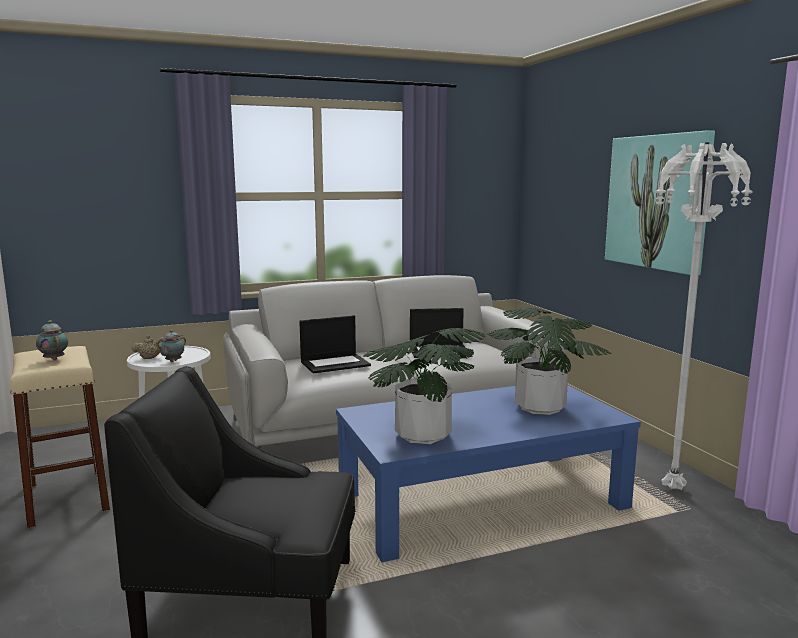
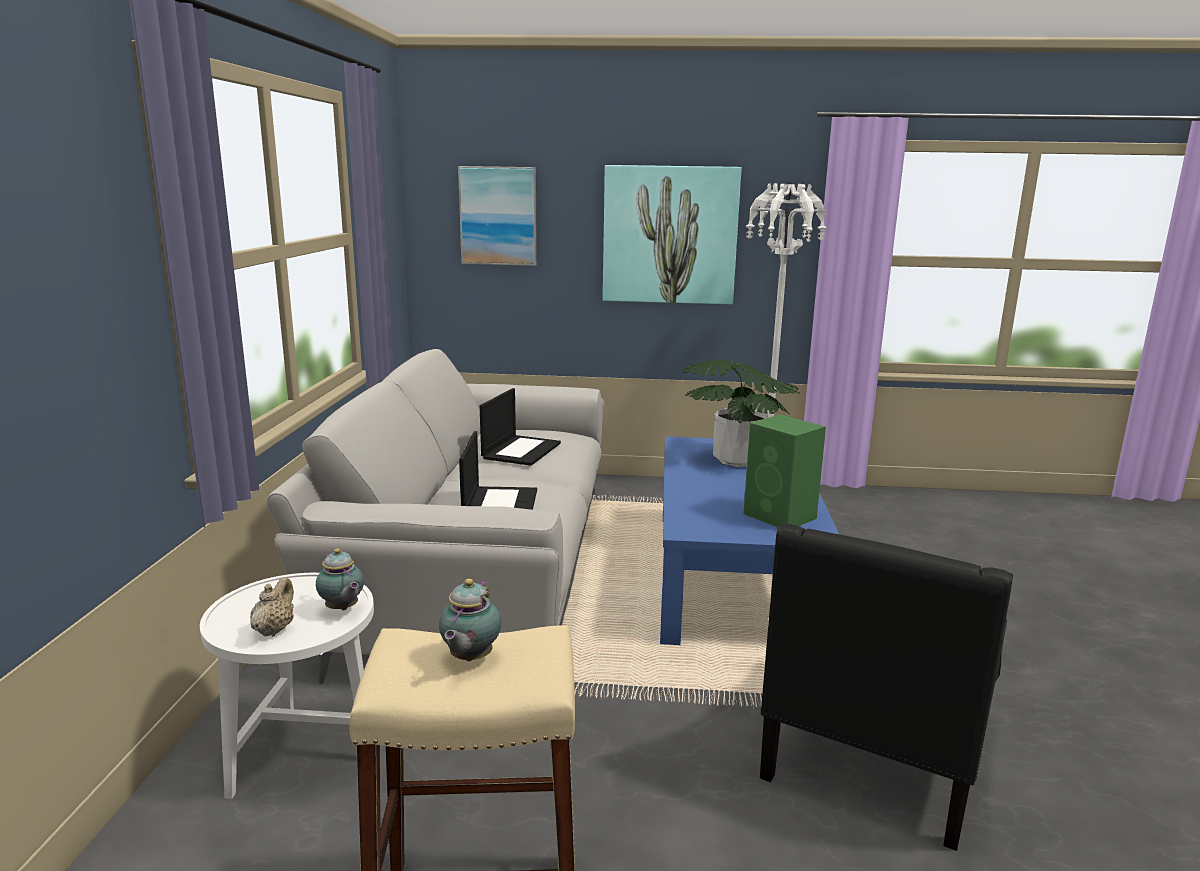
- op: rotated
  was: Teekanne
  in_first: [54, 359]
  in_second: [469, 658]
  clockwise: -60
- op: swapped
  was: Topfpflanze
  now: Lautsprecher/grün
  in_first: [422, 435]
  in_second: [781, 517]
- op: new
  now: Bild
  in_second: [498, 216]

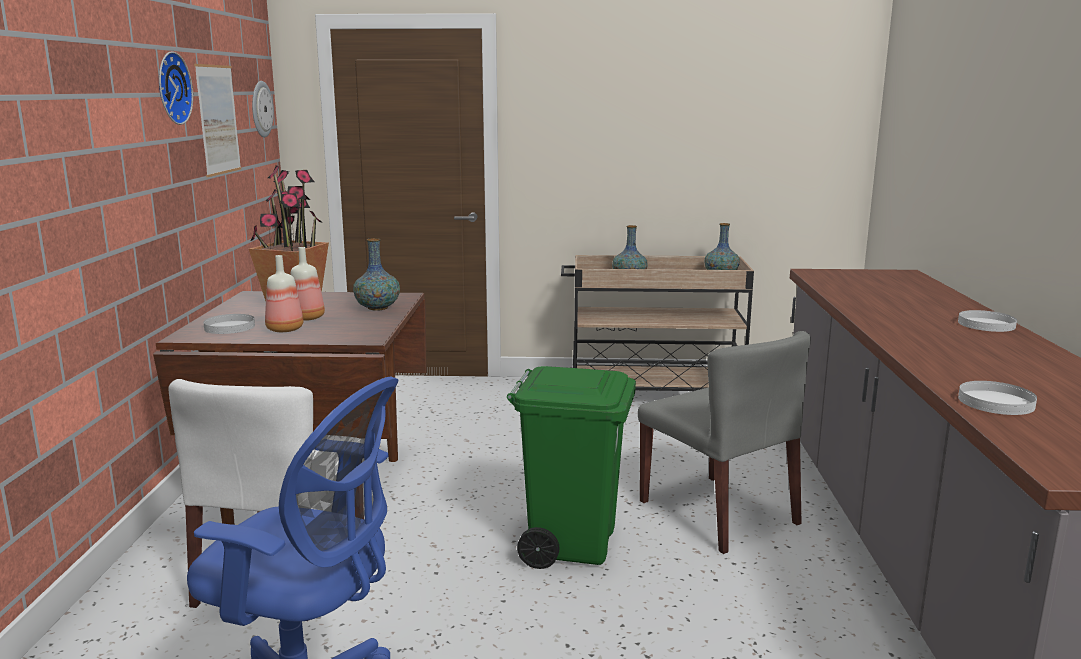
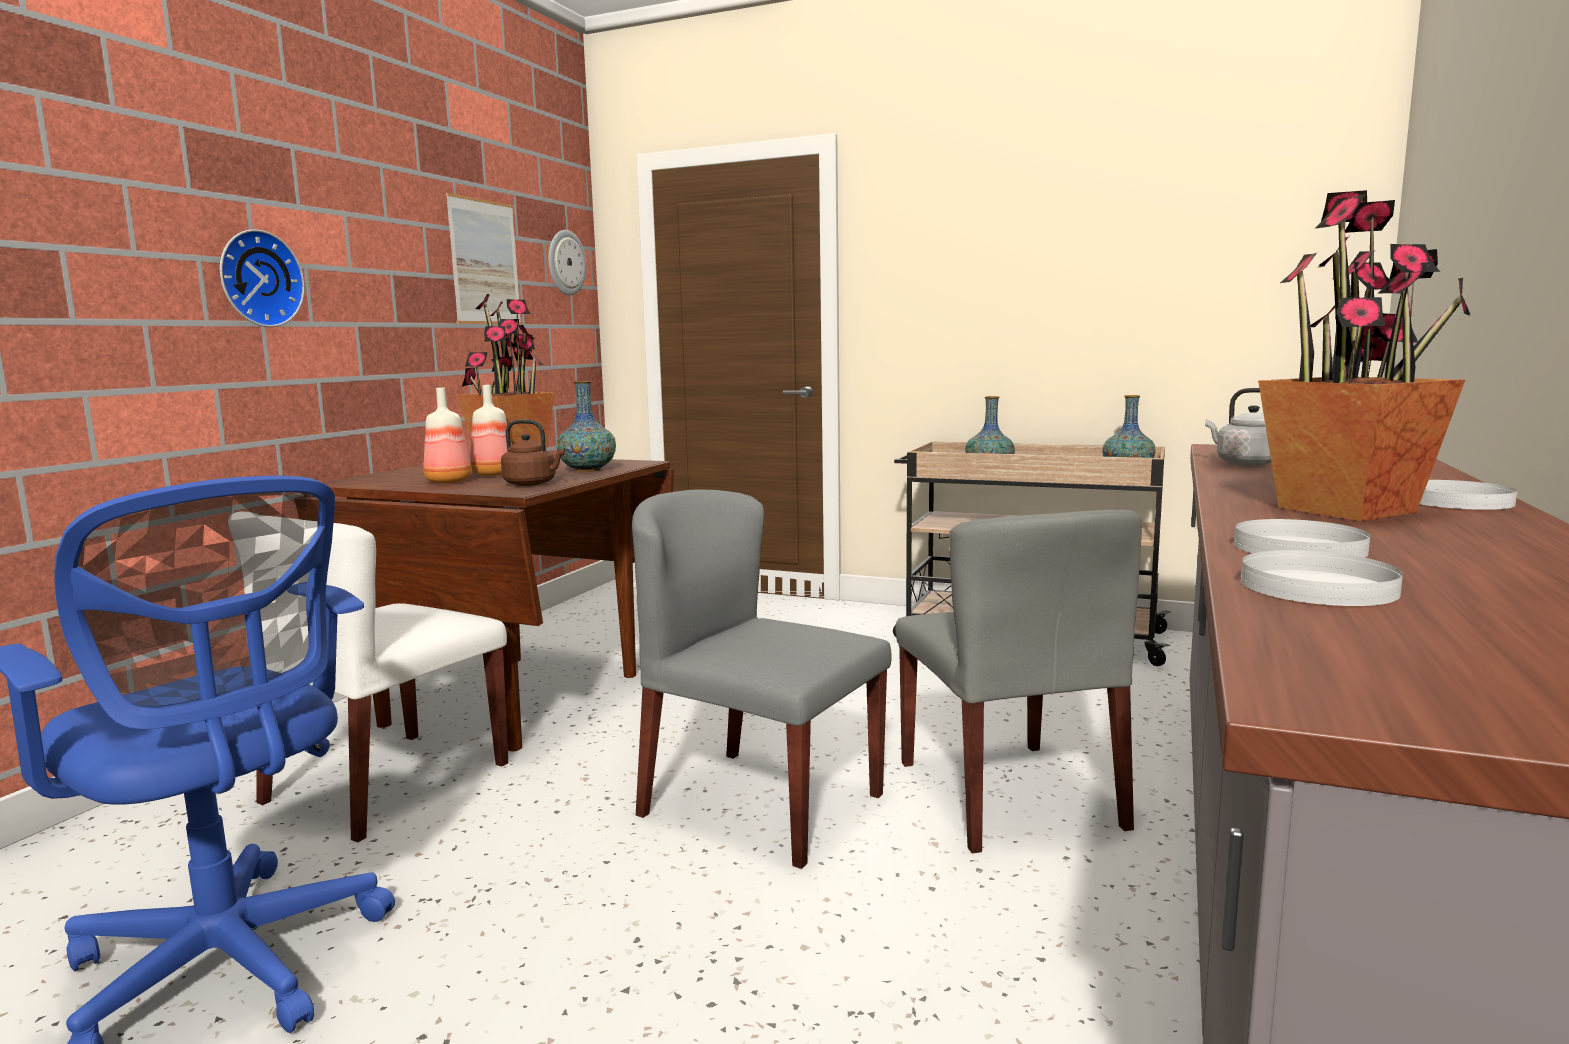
- op: shifted
  was: Wanduhr
  in_first: [170, 88]
  in_second: [258, 279]
- op: shifted
  was: Teller/weiß
  in_first: [229, 327]
  in_second: [1298, 548]
- op: swapped
  was: Mülleimer/grün
  now: Stuhl/grau
  in_first: [571, 544]
  in_second: [759, 804]
- op: new
  now: Wasserkessel/braun
  in_second: [532, 484]
- op: new
  now: Wasserkessel/grau
  in_second: [1244, 463]
- op: new
  now: Topfpflanze
  in_second: [1348, 510]

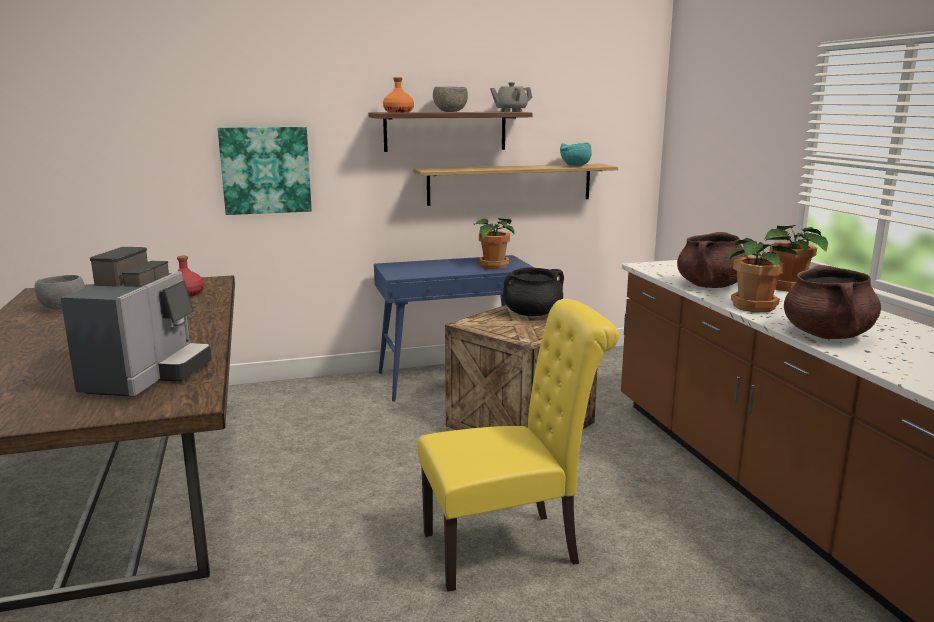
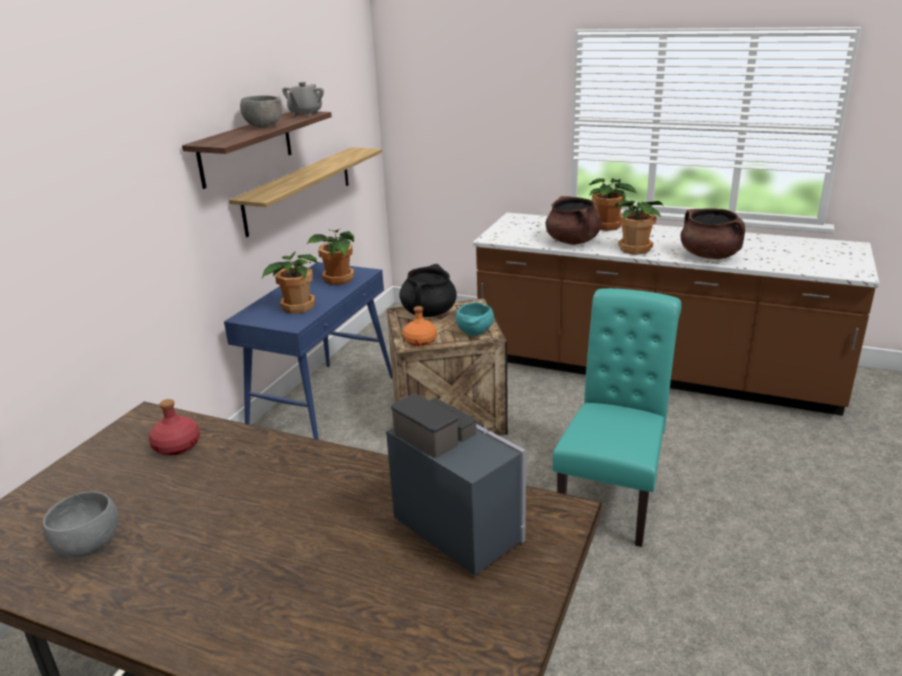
- op: gone
  was: Bild
  in_first: [266, 170]
- op: shifted
  was: Flasche/orange
  in_first: [398, 112]
  in_second: [420, 341]
- op: repainted
  was: Stuhl/gelb
  now: Stuhl/türkis
  in_first: [510, 547]
  in_second: [612, 496]
- op: shifted
  was: Schüssel/türkis
  in_first: [575, 166]
  in_second: [475, 333]
- op: new
  now: Topfpflanze
  in_second: [297, 307]

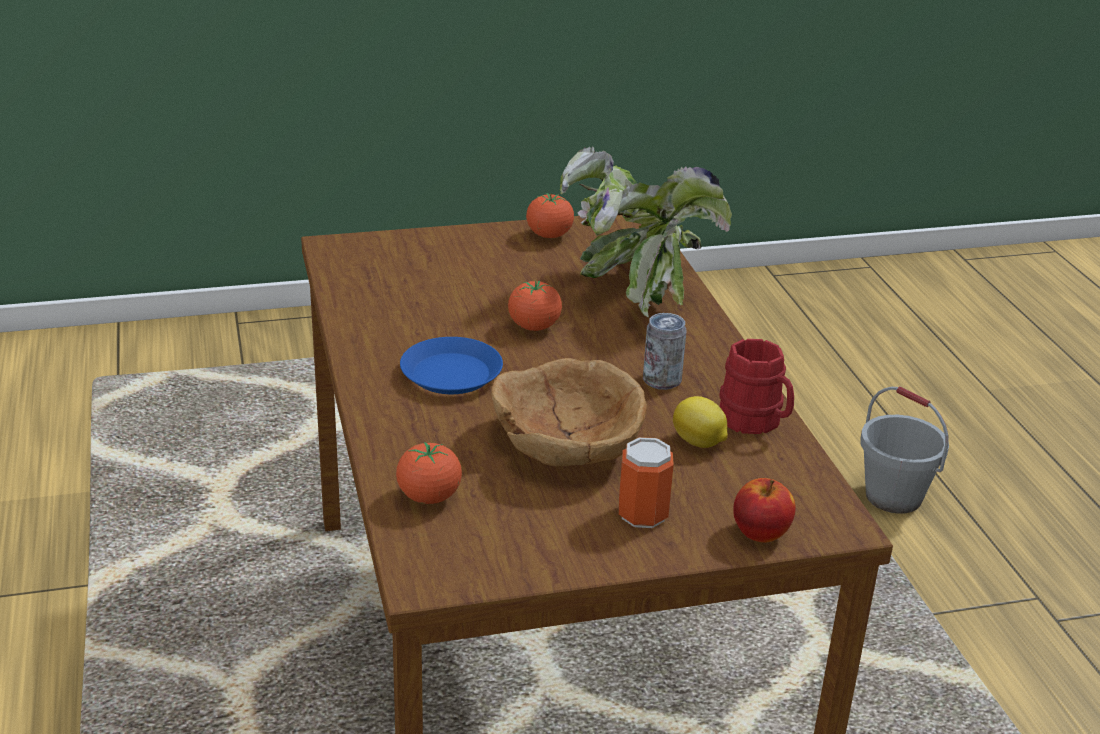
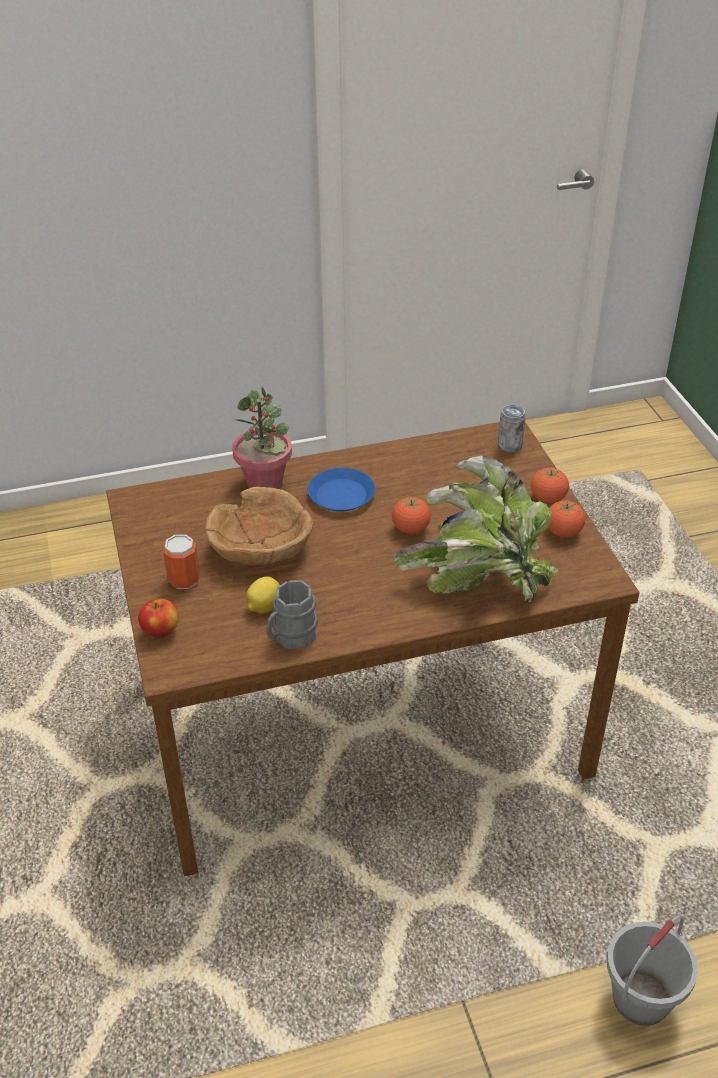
- op: shifted
  was: Tomate
  in_first: [429, 497]
  in_second: [548, 499]
- op: shifted
  was: Dose
  in_first: [661, 380]
  in_second: [510, 446]
- op: repainted
  was: Henkelbecher/rot
  now: Henkelbecher/grau
  in_first: [755, 422]
  in_second: [291, 637]
- op: new
  now: Topfpflanze
  in_second: [265, 483]

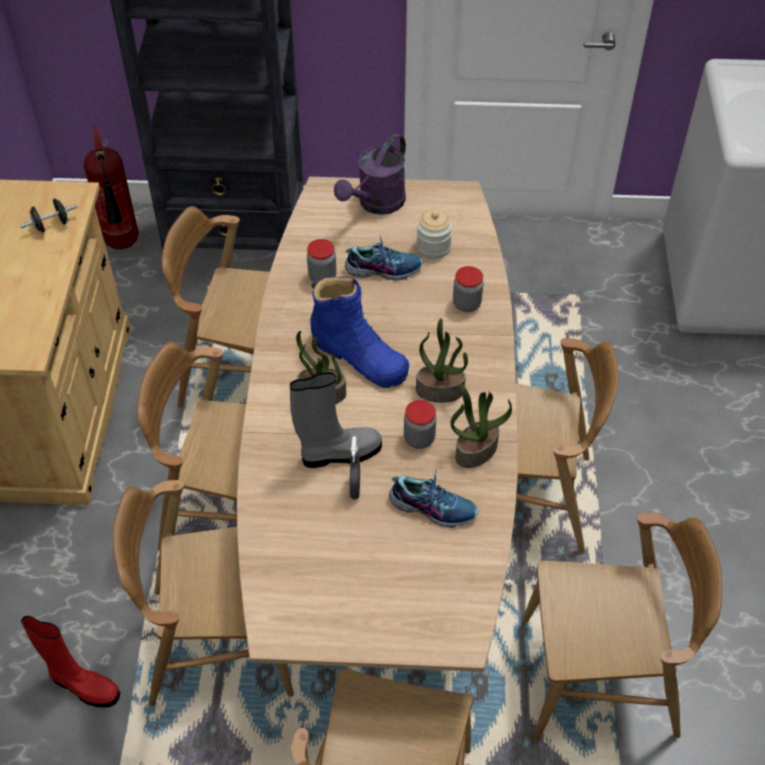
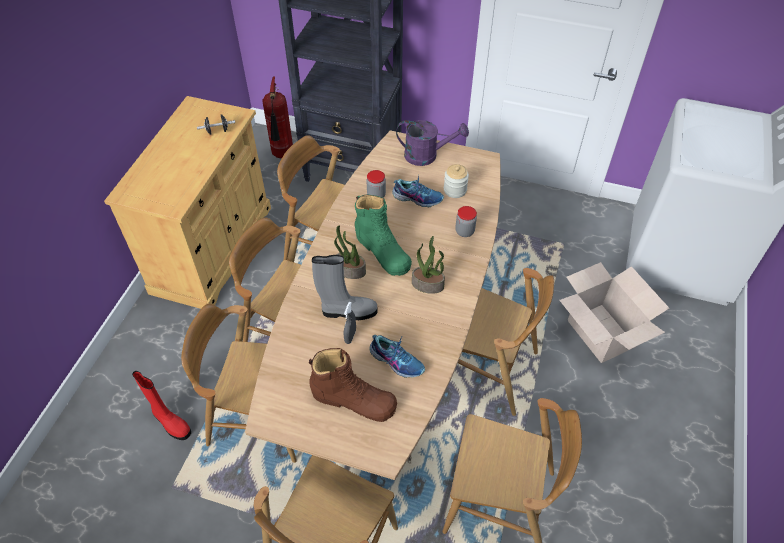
- op: repainted
  was: Stiefel/blau
  now: Stiefel/grün
  in_first: [359, 356]
  in_second: [382, 251]
- op: rotated
  was: Gießkanne/lila
  in_first: [376, 204]
  in_second: [427, 155]
  clockwise: -135
- op: gone
  was: Vorratsglas
  in_first: [419, 438]
- op: gone
  was: Topfpflanze
  in_first: [476, 450]
- op: new
  now: Stiefel/braun
  in_second: [354, 400]
- op: new
  now: Karton
  in_second: [602, 333]

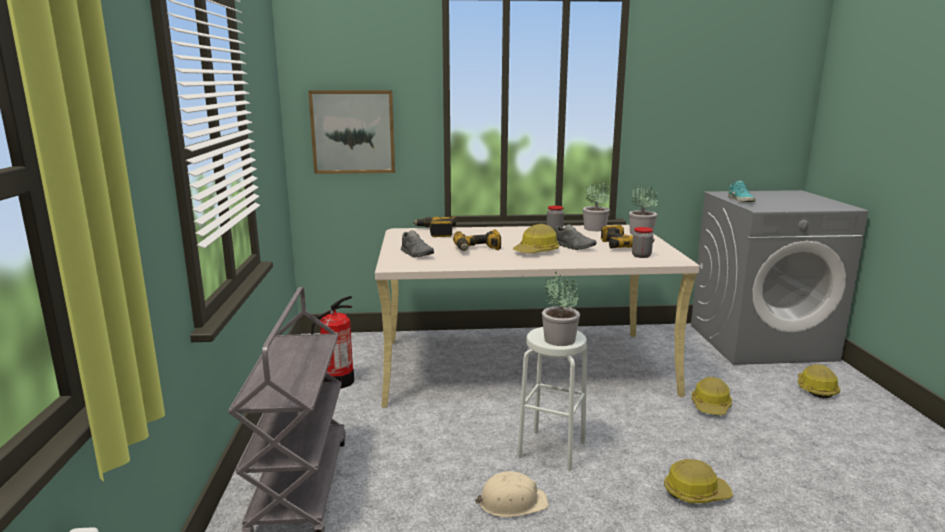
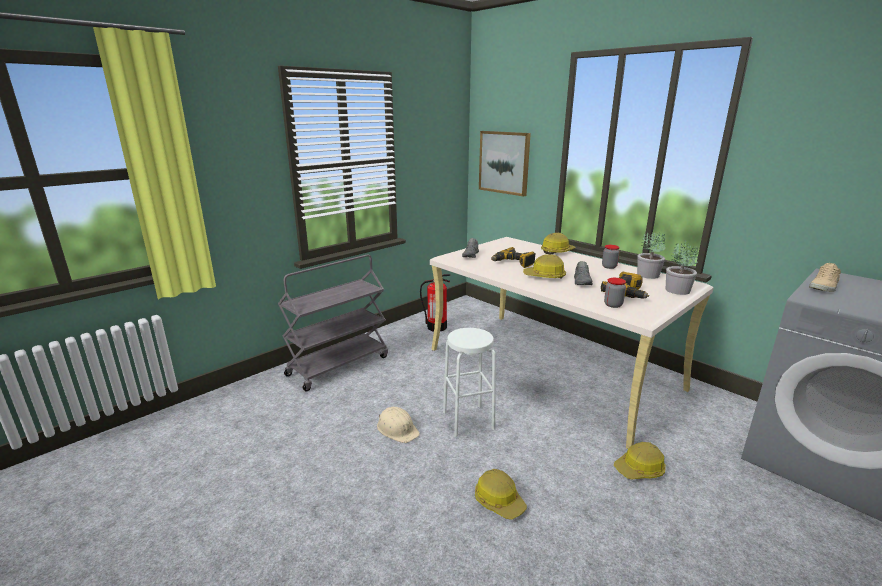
- op: gone
  was: Bohrmaschine
  in_first: [436, 232]
- op: gone
  was: Topfpflanze
  in_first: [558, 339]
- op: repainted
  was: Schuh/türkis
  now: Schuh/beige
  in_first: [741, 200]
  in_second: [824, 287]
- op: shifted
  was: Schutzhelm
  in_first: [815, 388]
  in_second: [557, 251]

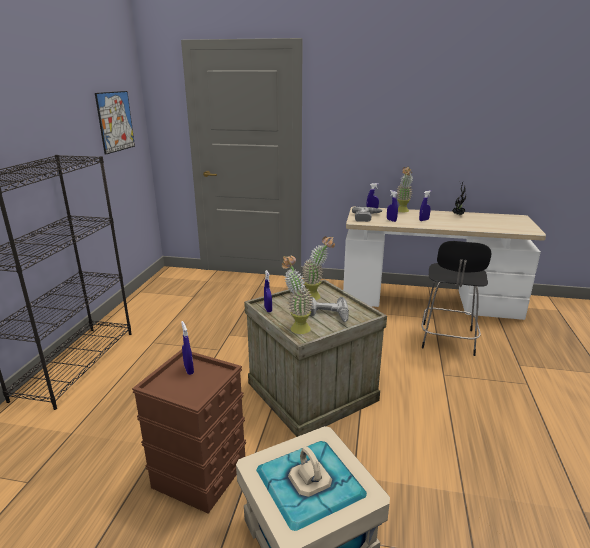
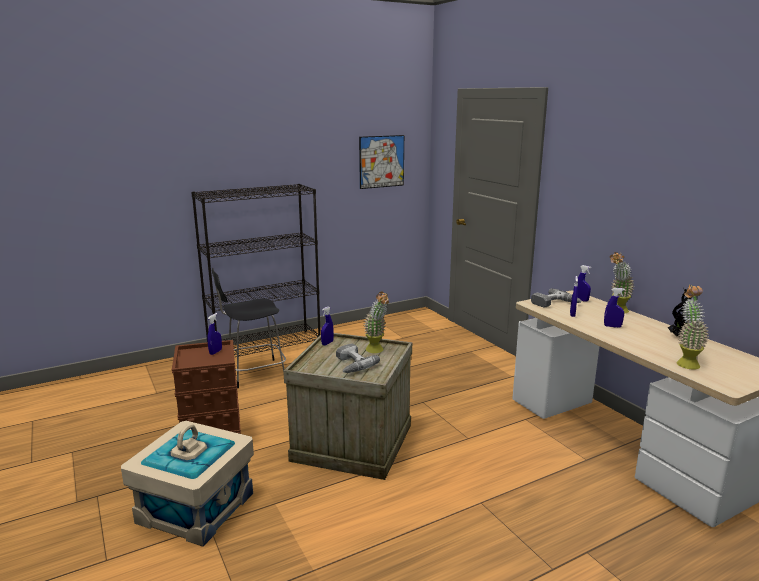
- op: shifted
  was: Topfpflanze
  in_first: [296, 327]
  in_second: [685, 362]
- op: shifted
  was: Stuhl/schwarz
  in_first: [447, 340]
  in_second: [254, 373]

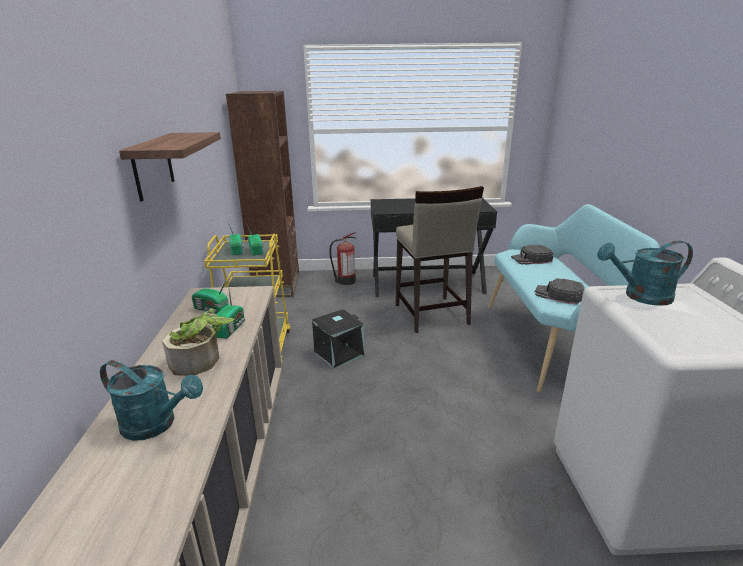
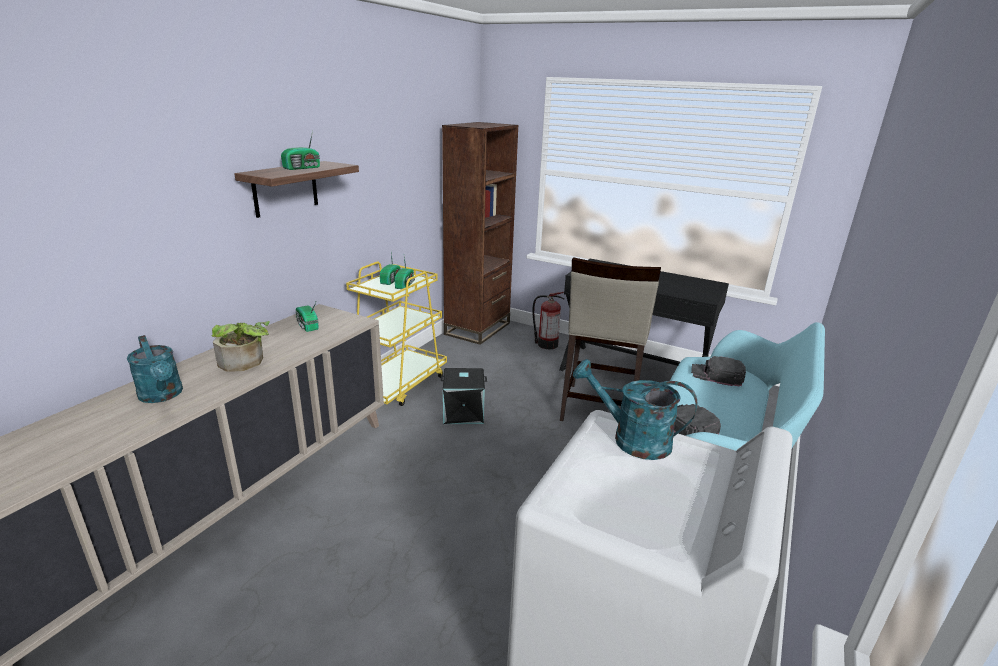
- op: shifted
  was: Radio
  in_first: [231, 328]
  in_second: [303, 168]

